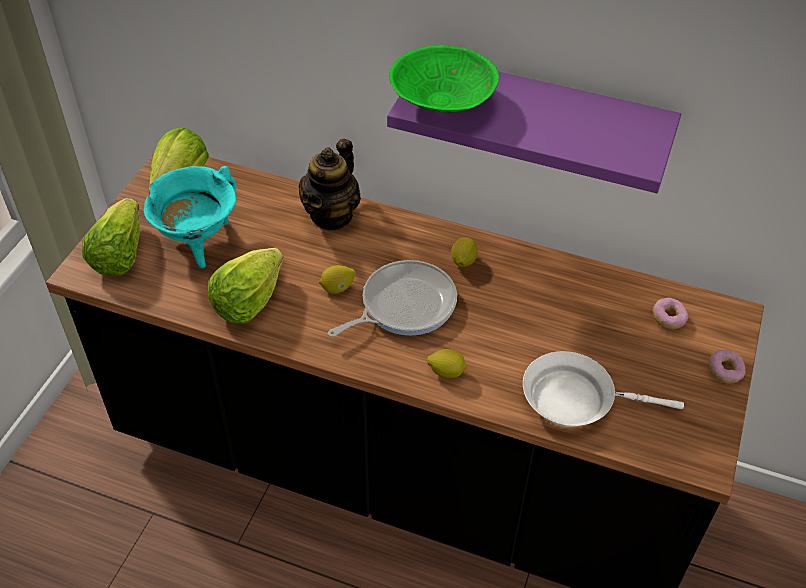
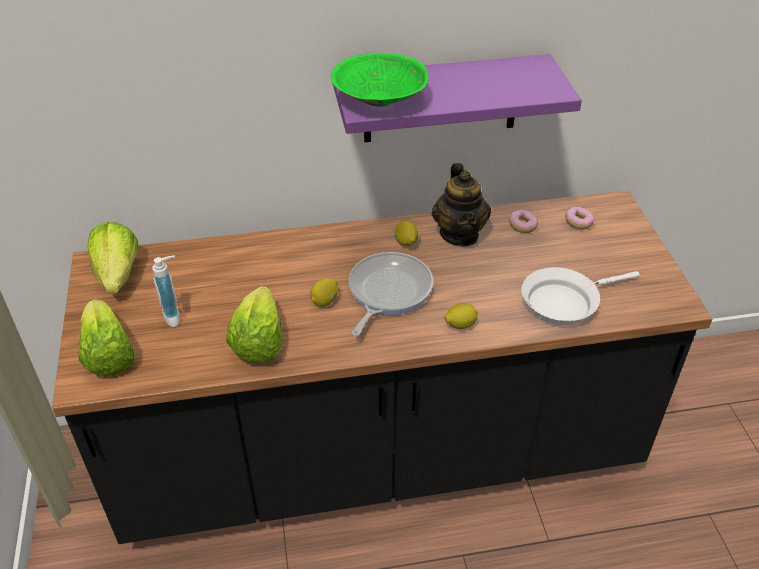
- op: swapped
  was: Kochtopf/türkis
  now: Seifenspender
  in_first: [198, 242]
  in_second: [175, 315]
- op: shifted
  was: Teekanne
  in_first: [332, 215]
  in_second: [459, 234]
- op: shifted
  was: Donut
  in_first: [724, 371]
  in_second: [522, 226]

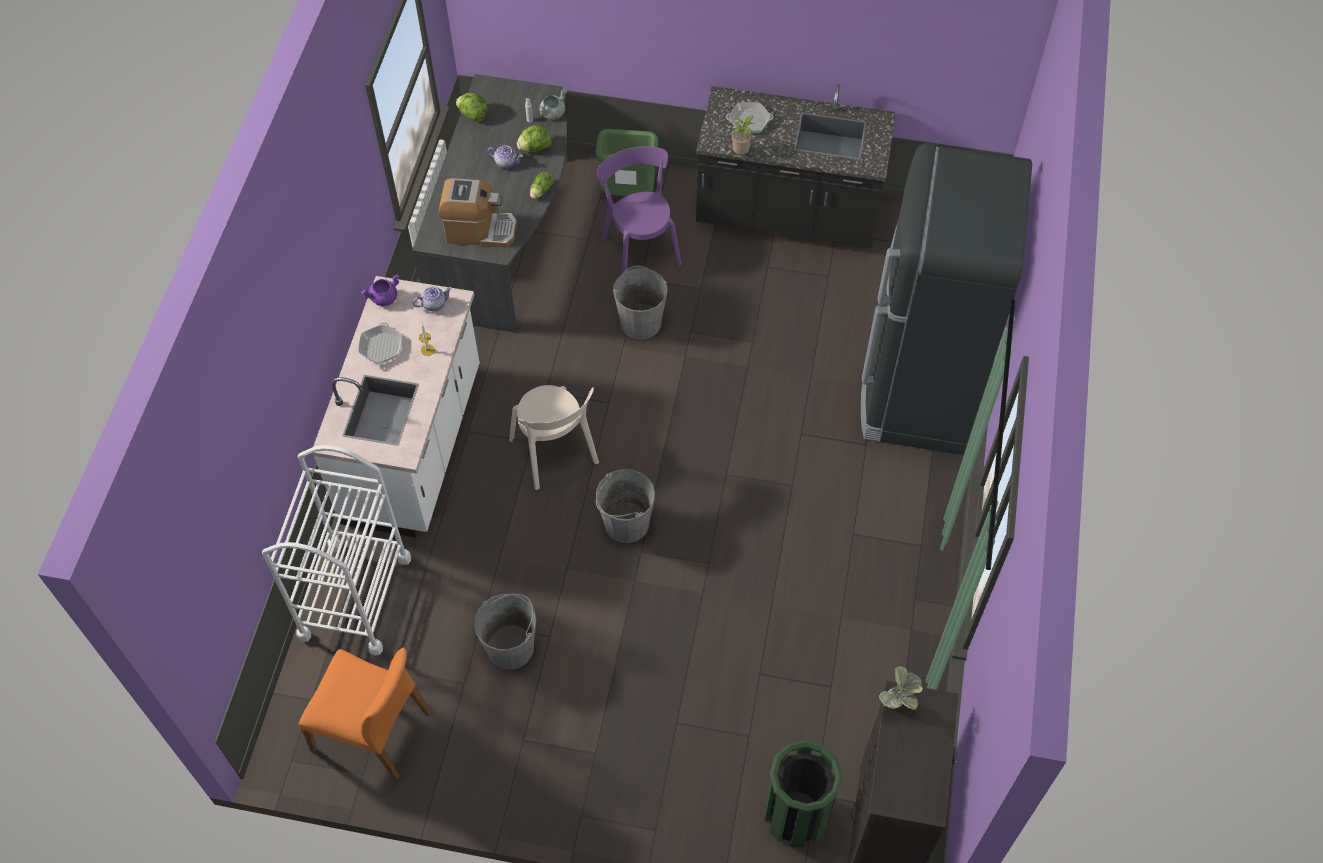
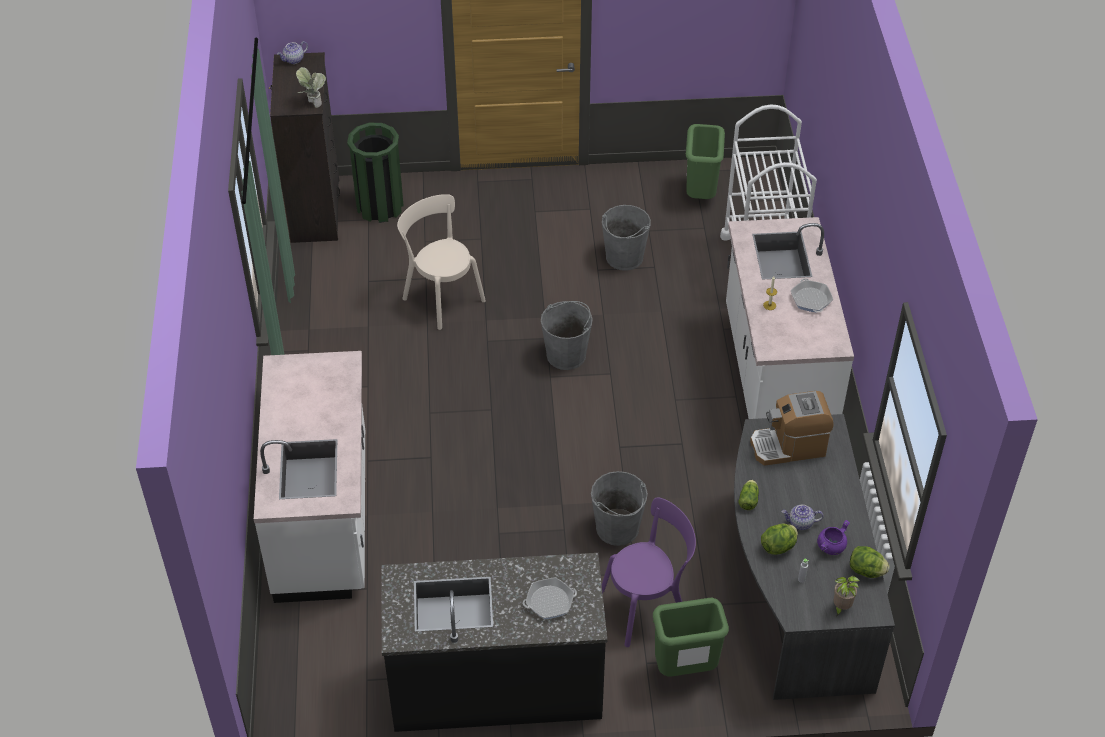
- op: swapped
  was: Stuhl/orange
  now: Mülleimer/grün
  in_first: [373, 730]
  in_second: [700, 194]
- op: shifted
  was: Kochtopf/lila
  in_first: [384, 298]
  in_second: [831, 546]
- op: shifted
  was: Teekanne
  in_first: [434, 304]
  in_second: [294, 60]
- op: shifted
  was: Stuhl/beige
  in_first: [555, 454]
  in_second: [441, 297]
- op: gone
  was: Kochtopf/grau
  in_first: [552, 113]
- op: rotated
  was: Stuhl/lila
  in_first: [640, 248]
  in_second: [648, 607]
  clockwise: -75
- op: shifted
  was: Topfpflanze
  in_first: [741, 152]
  in_second: [841, 607]
- op: swapped
  was: Kühlschrank/schwarz
  now: Küchenzeile/weiß
  in_first: [917, 392]
  in_second: [324, 518]

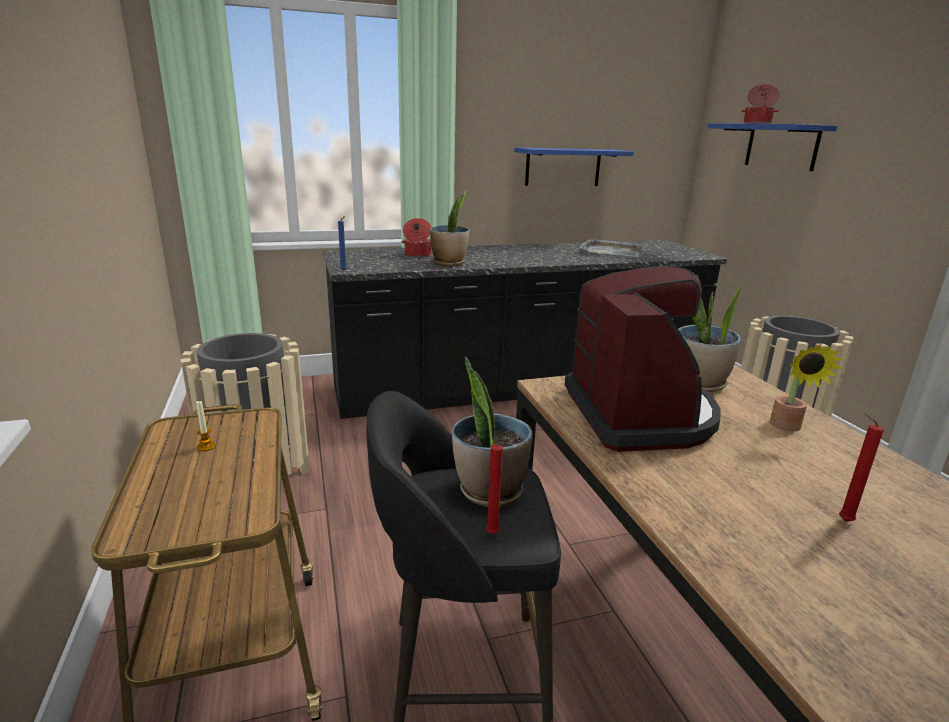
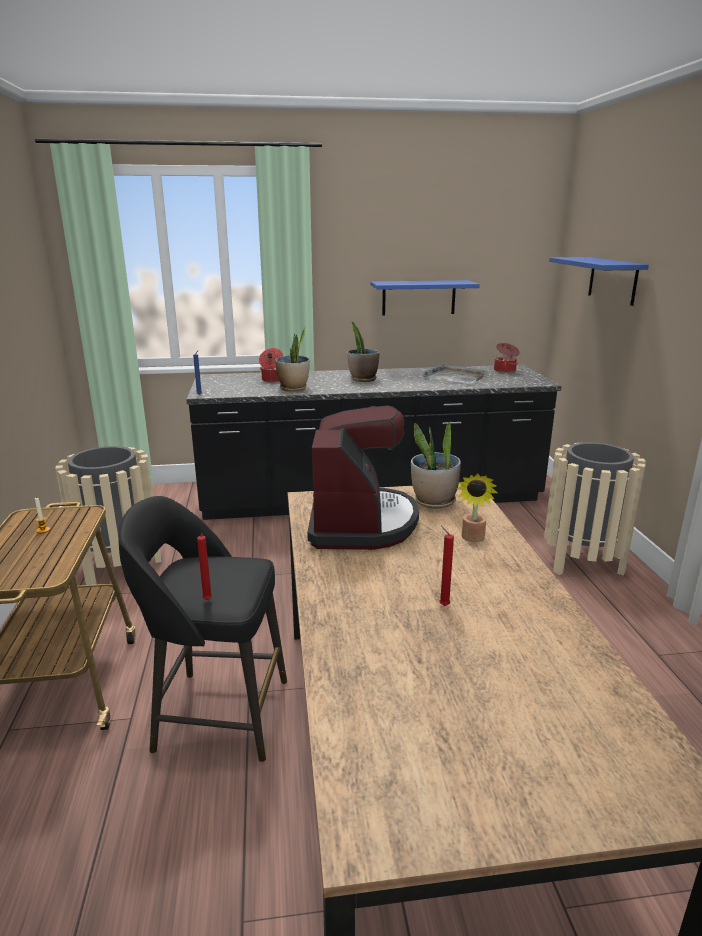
- op: shifted
  was: Topfpflanze
  in_first: [489, 491]
  in_second: [362, 379]
- op: shifted
  was: Kochtopf
  in_first: [757, 123]
  in_second: [505, 370]

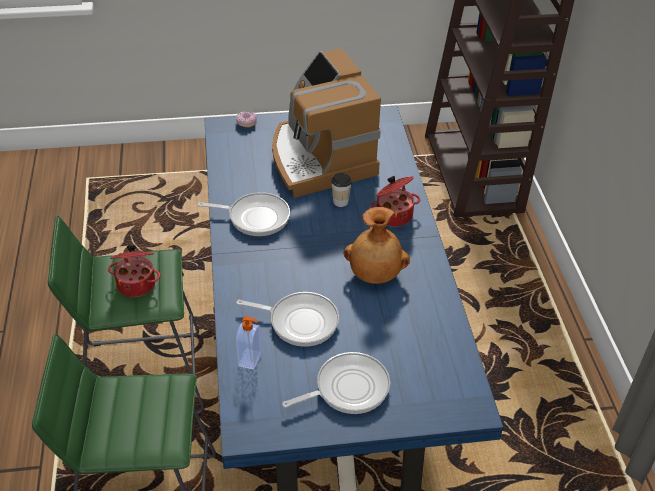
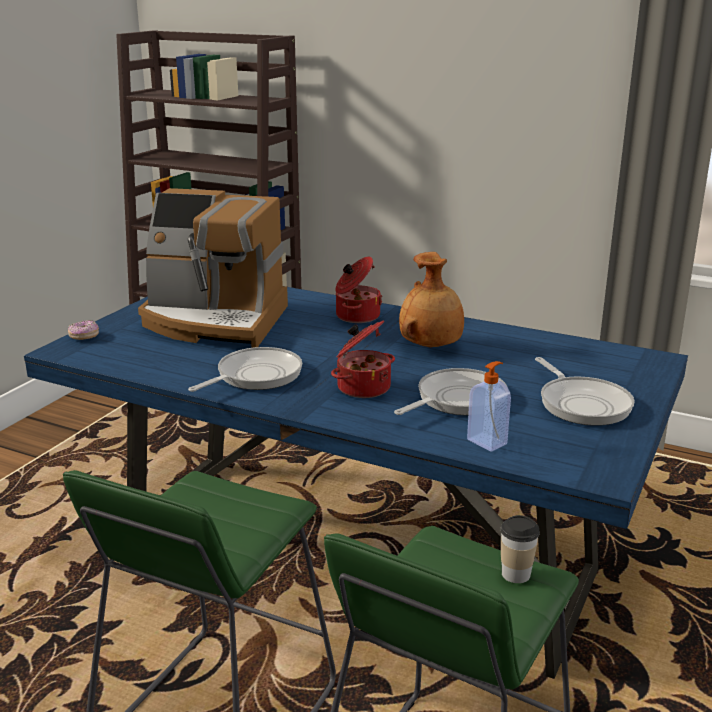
- op: shifted
  was: Kochtopf
  in_first: [137, 283]
  in_second: [362, 387]
- op: rotated
  was: Pfanne
  in_first: [347, 388]
  in_second: [582, 404]
  clockwise: 150
- op: shifted
  was: Tasse
  in_first: [340, 202]
  in_second: [516, 574]

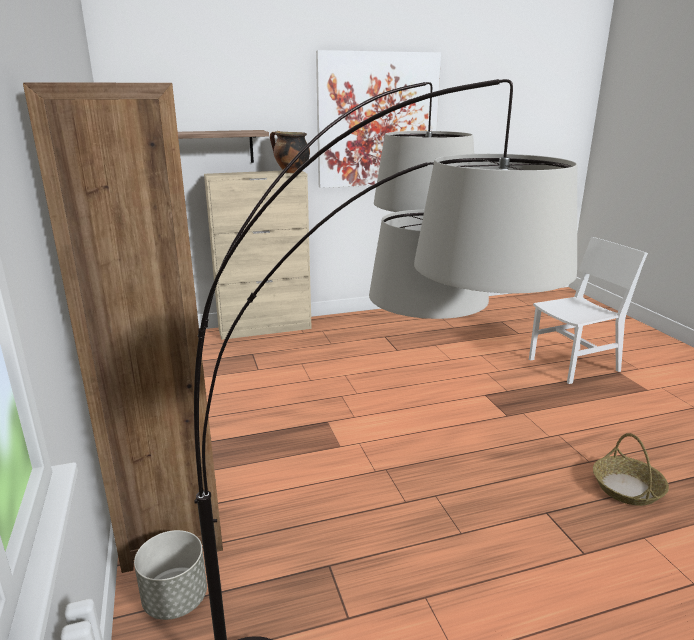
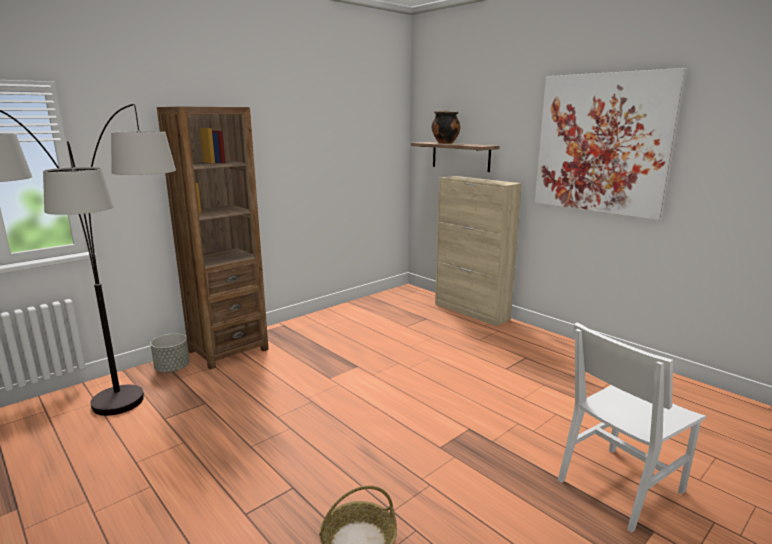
- op: shifted
  was: Kochtopf
  in_first: [291, 172]
  in_second: [444, 143]
- op: rotated
  was: Stuhl/weiß
  in_first: [574, 365]
  in_second: [620, 485]
  clockwise: 105

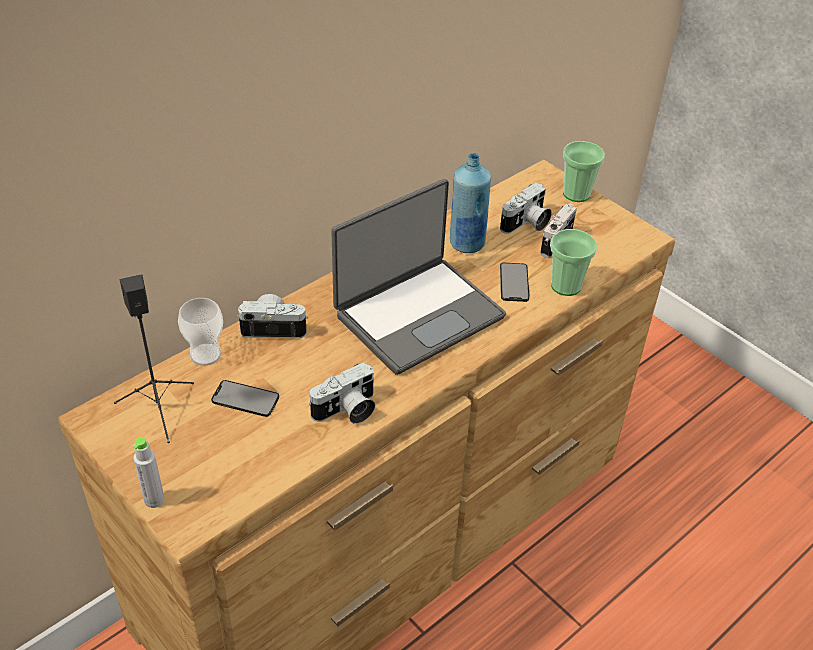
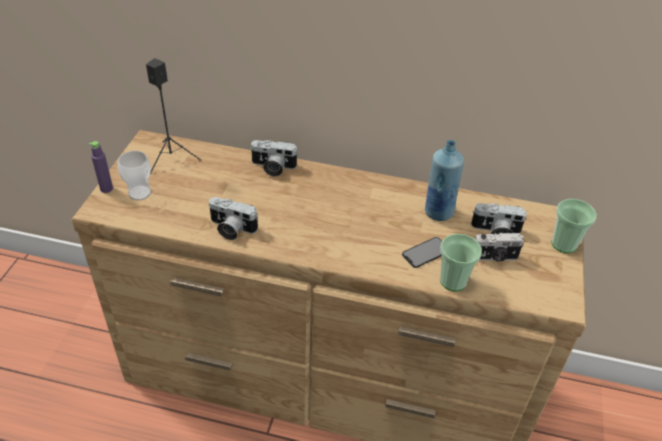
- op: repainted
  was: Flasche/grau
  now: Flasche/lila
  in_first: [154, 500]
  in_second: [106, 189]
- op: shifted
  was: Tasse
  in_first: [205, 354]
  in_second: [139, 193]
- op: gone
  was: Handy
  in_first: [245, 399]
- op: rotated
  was: Kamera
  in_first: [274, 327]
  in_second: [272, 167]
  clockwise: 135
- op: gone
  was: Laptop
  in_first: [417, 314]

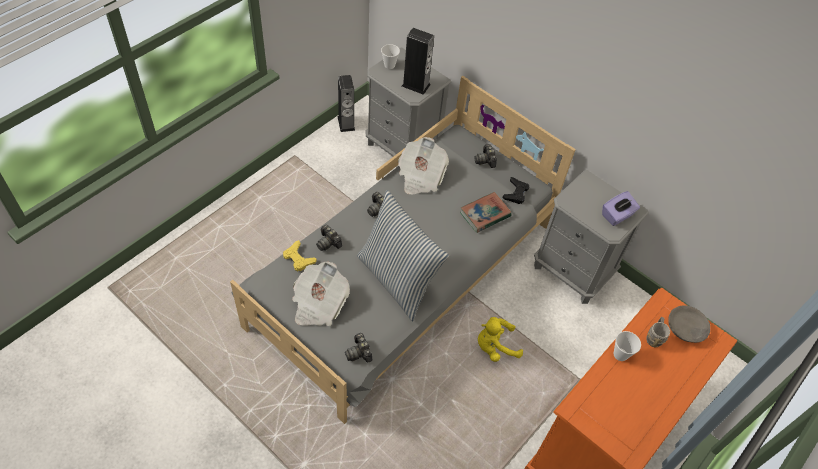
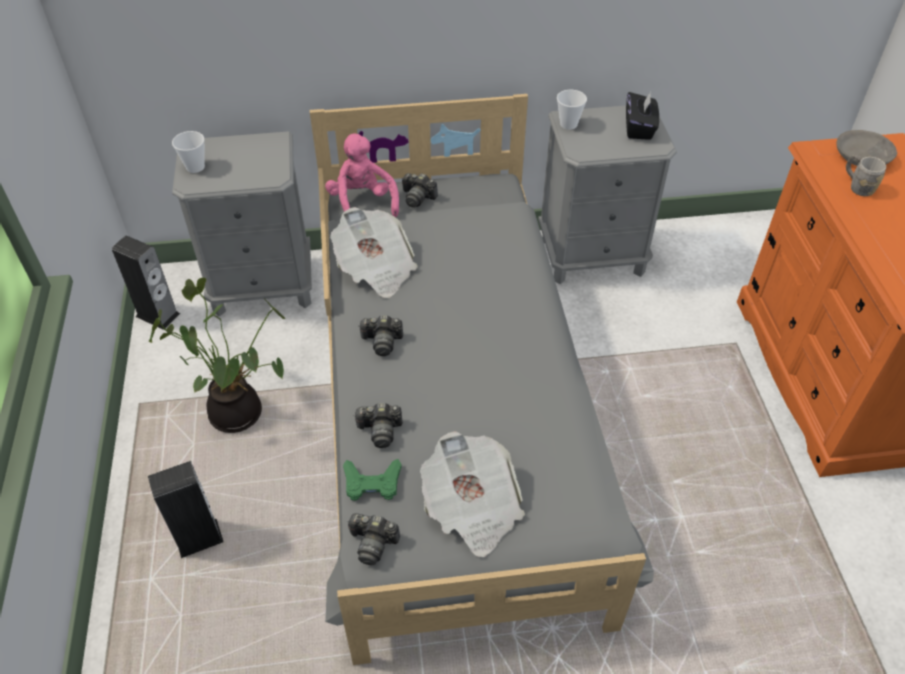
- op: repainted
  was: Gamepad/gelb
  now: Gamepad/grün
  in_first: [298, 258]
  in_second: [372, 483]
- op: shifted
  was: Kamera
  in_first: [359, 352]
  in_second: [373, 543]
- op: gone
  was: Kissen
  in_first: [397, 280]
- op: shifted
  was: Lautsprecher
  in_first: [416, 85]
  in_second: [199, 539]
- op: gone
  was: Buch
  in_first: [485, 214]
- op: gone
  was: Plüschtier/gelb
  in_first: [495, 347]
- op: gone
  was: Gamepad/schwarz
  in_first: [515, 193]
- op: repainted
  was: Taschentuchbox/lila
  now: Taschentuchbox/schwarz
  in_first: [617, 215]
  in_second: [639, 128]
- op: shifted
  was: Tasse
  in_first: [620, 354]
  in_second: [568, 124]
- op: new
  now: Topfpflanze
  in_second: [239, 410]
- op: new
  now: Plüschtier/rosa
  in_second: [362, 203]

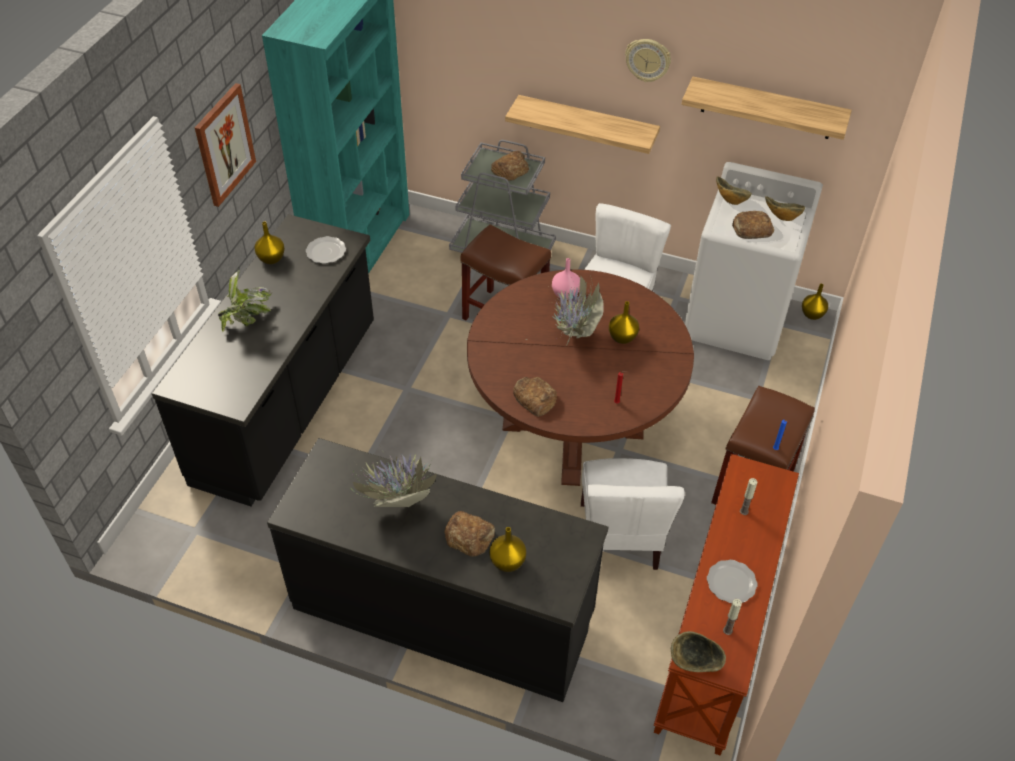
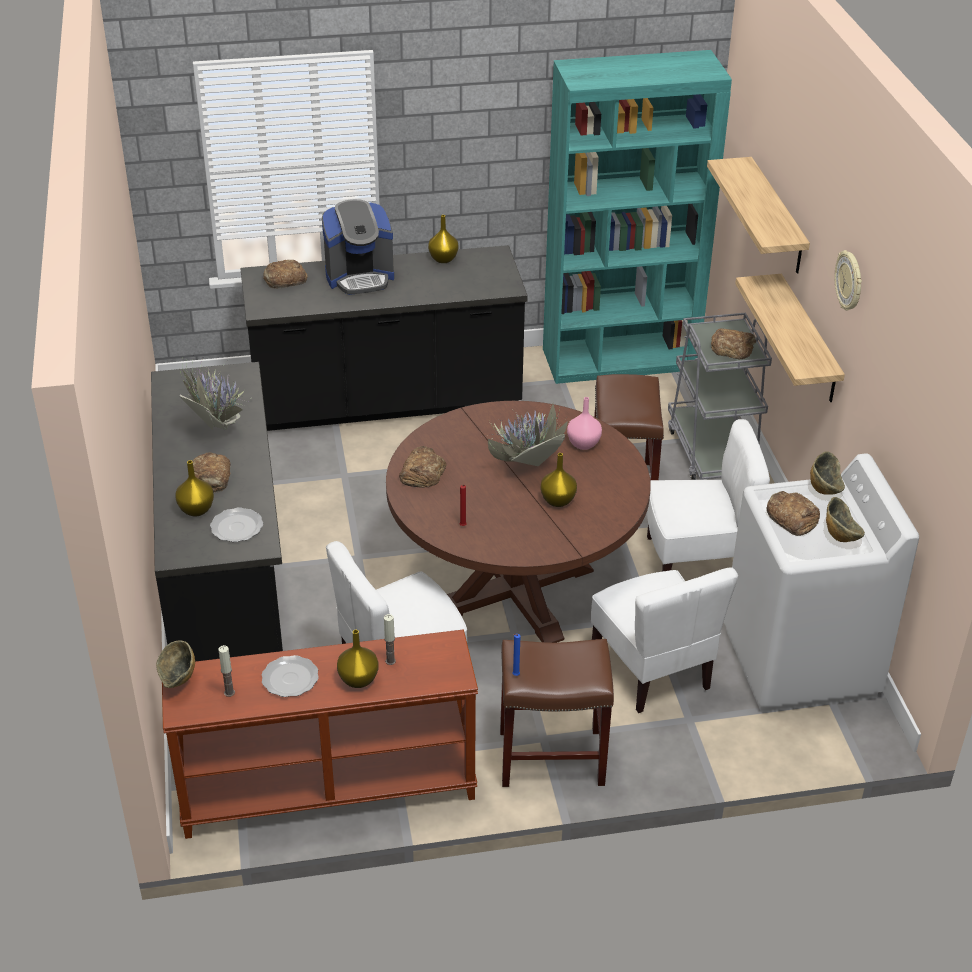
- op: gone
  was: Bild
  in_first: [224, 145]
- op: swapped
  was: Topfpflanze
  now: Kaffeemaschine
  in_first: [248, 320]
  in_second: [359, 277]
- op: shifted
  was: Teller
  in_first: [326, 252]
  in_second: [236, 527]
- op: shifted
  was: Wandregal
  in_first: [767, 108]
  in_second: [776, 216]
- op: shifted
  was: Vase/gelb
  in_first: [812, 315]
  in_second: [358, 680]
- op: new
  now: Brot
  in_second: [284, 279]
- op: new
  now: Stuhl/weiß
  in_second: [652, 671]

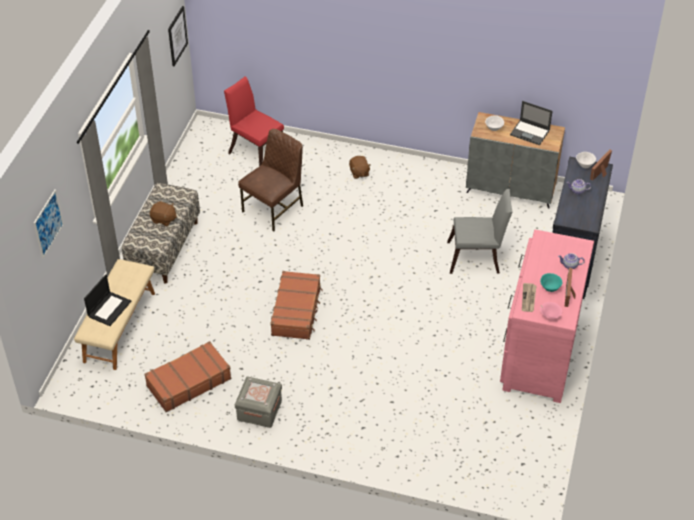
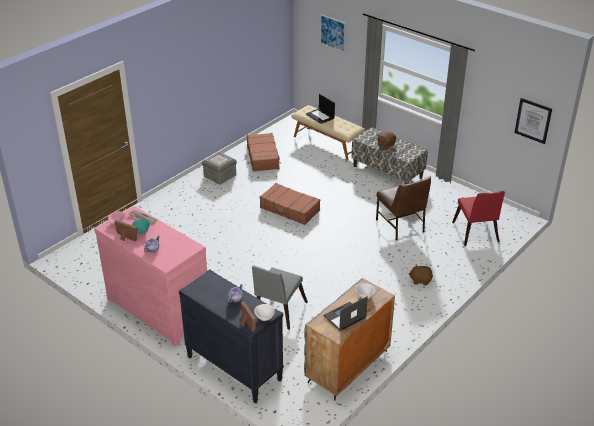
- op: rotated
  was: Stuhl/rot
  in_first: [256, 151]
  in_second: [475, 234]
  clockwise: 105

